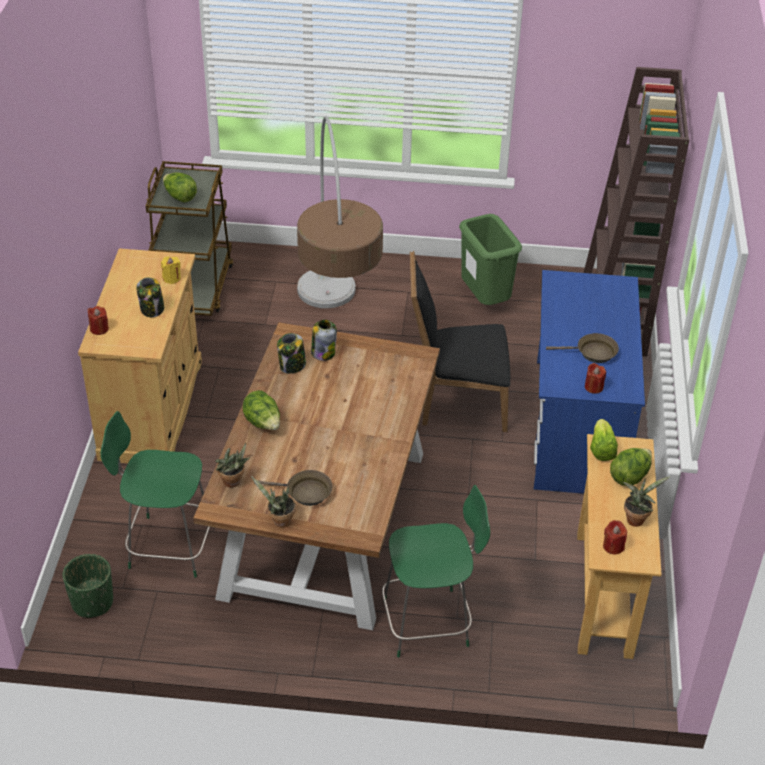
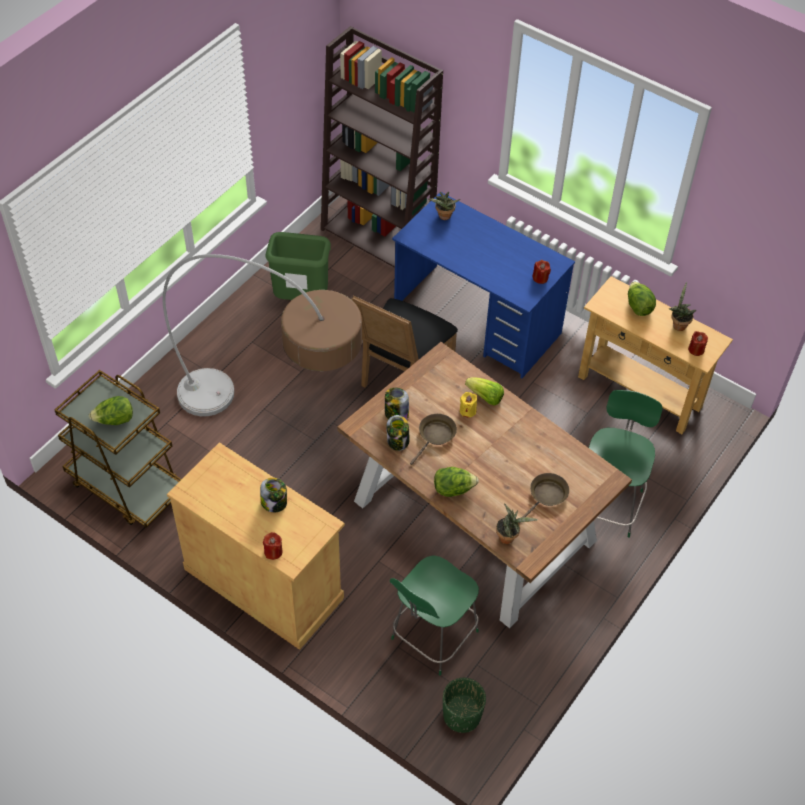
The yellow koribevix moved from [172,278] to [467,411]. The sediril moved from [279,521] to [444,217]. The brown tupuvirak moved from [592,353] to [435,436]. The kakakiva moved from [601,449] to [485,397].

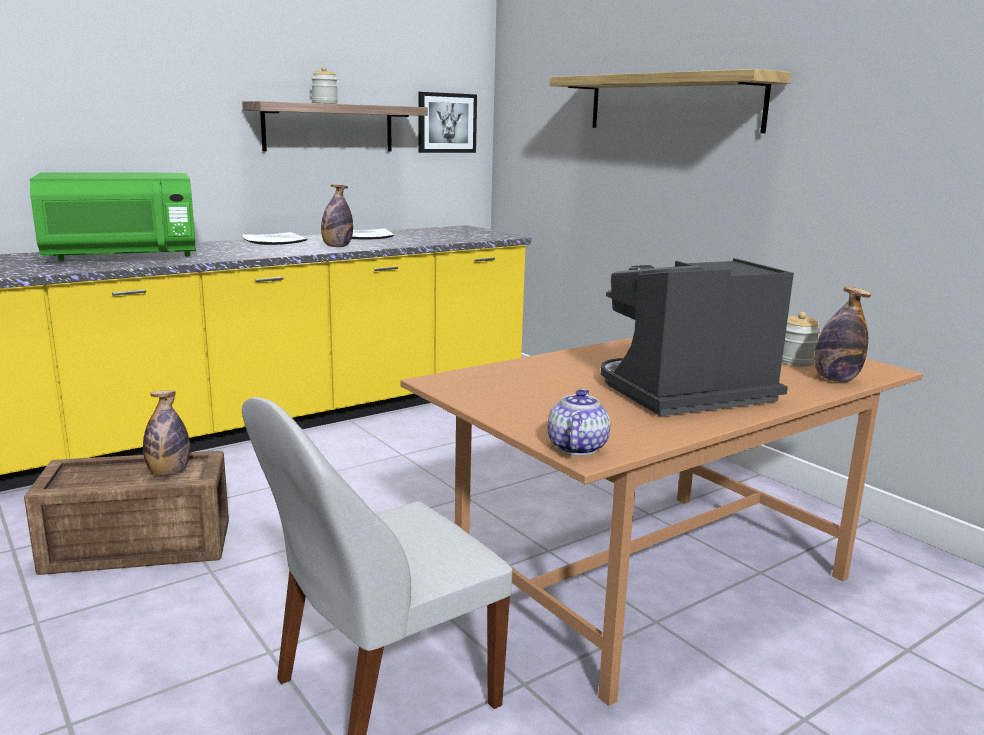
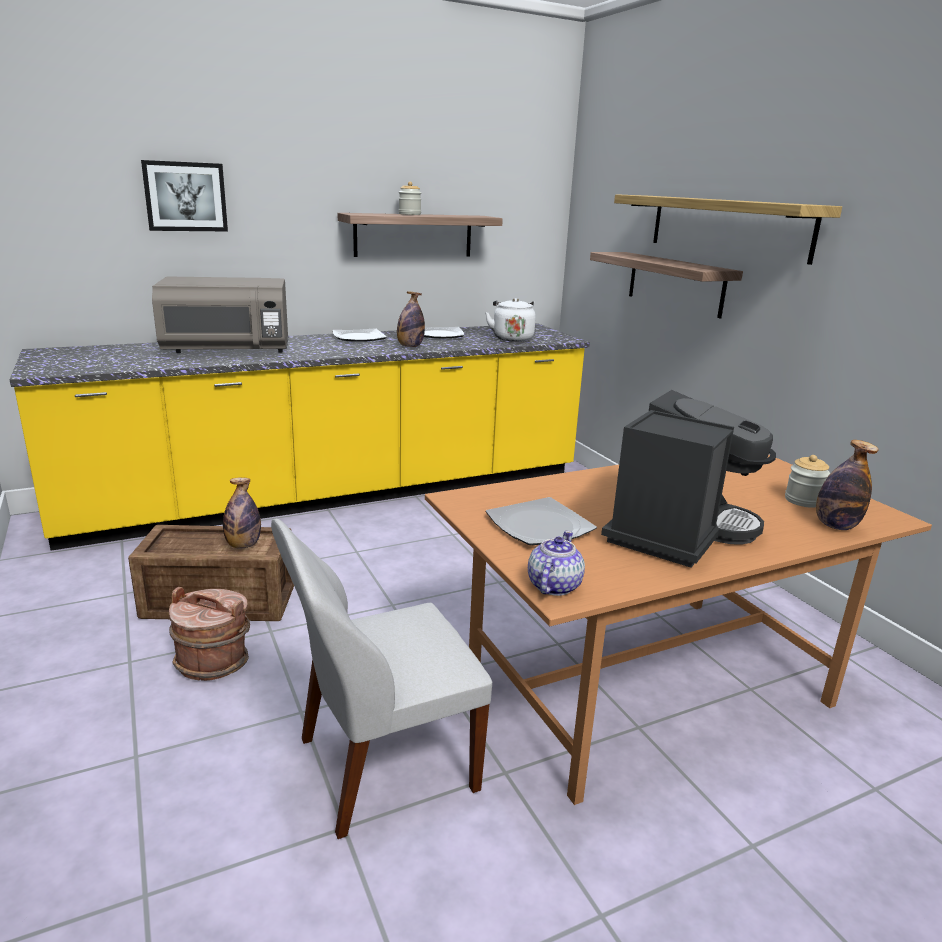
The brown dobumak at [213,661] appeared. The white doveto at [512,338] appeared. The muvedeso at [538,525] appeared. The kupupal at [675,283] appeared. The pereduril moved from [446,123] to [185,196]. The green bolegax at [122,256] became the grey bolegax at [228,350]. The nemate at [684,394] turned 135 degrees clockwise.

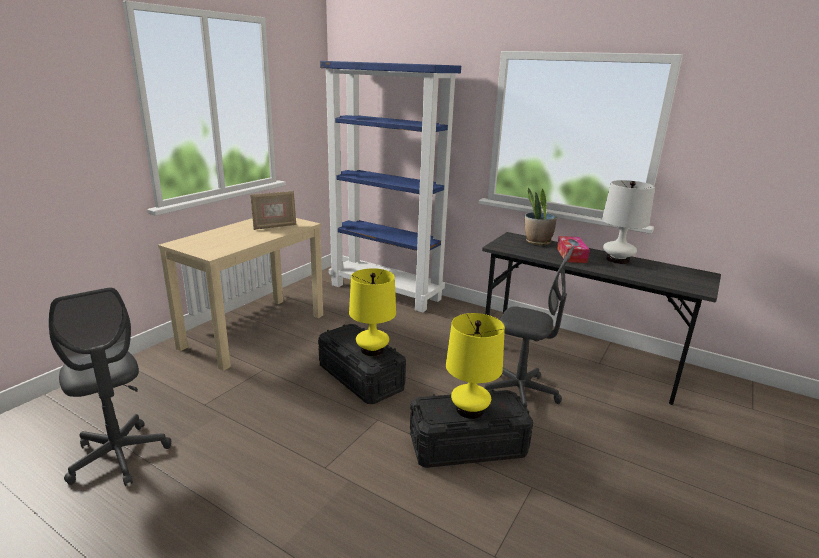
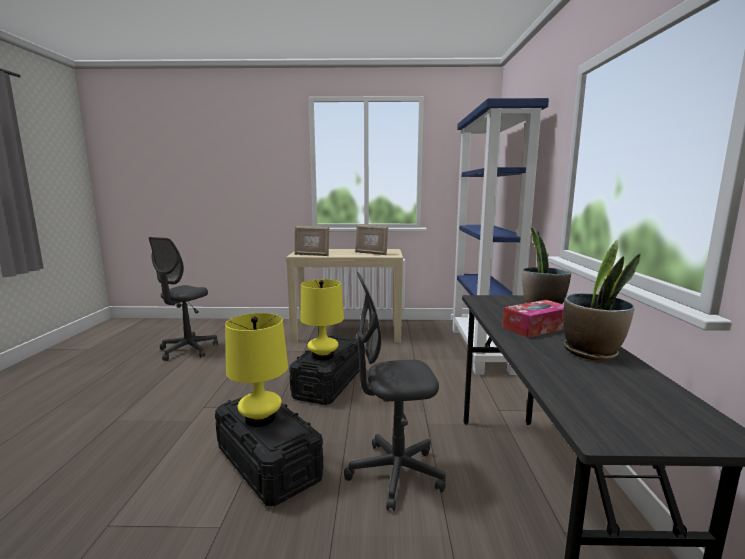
The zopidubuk at [312,255] appeared. The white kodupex at [617,260] was replaced by the sediril at [591,352]. The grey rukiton at [520,393] turned 90 degrees clockwise.

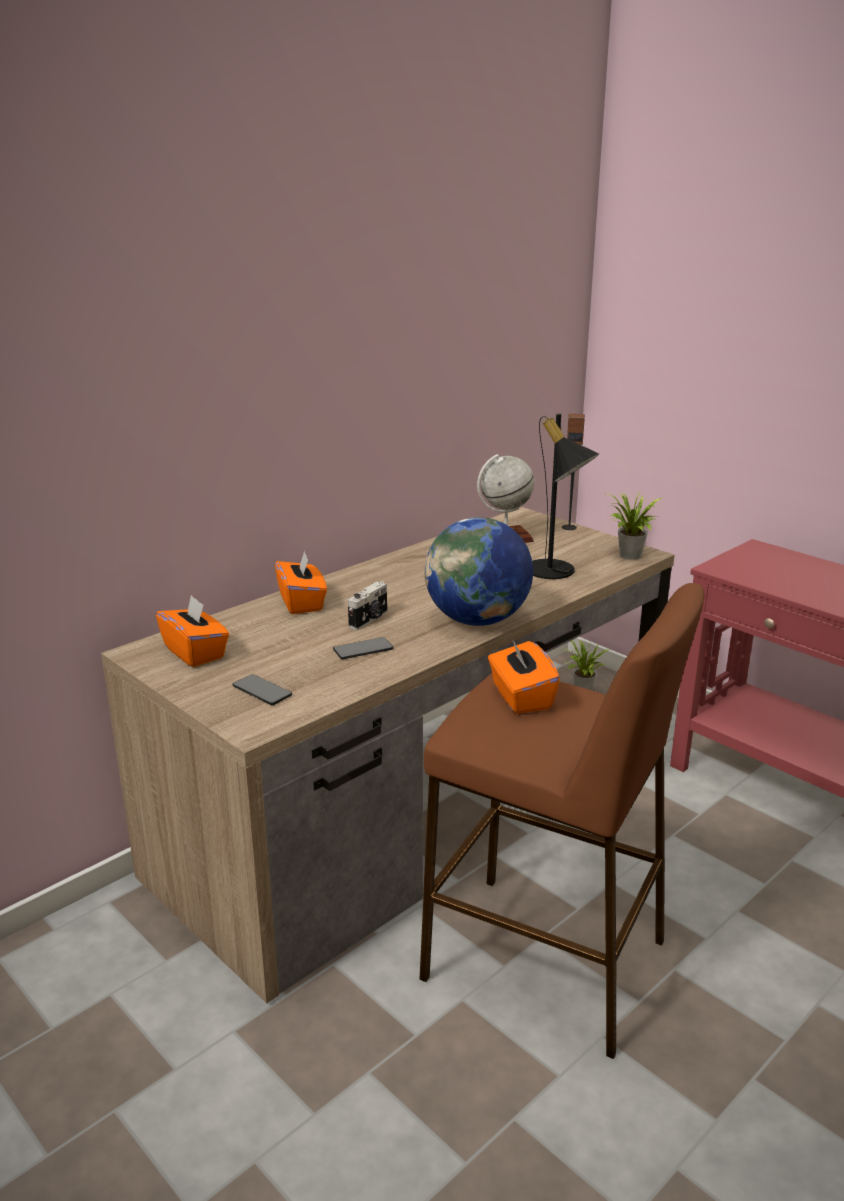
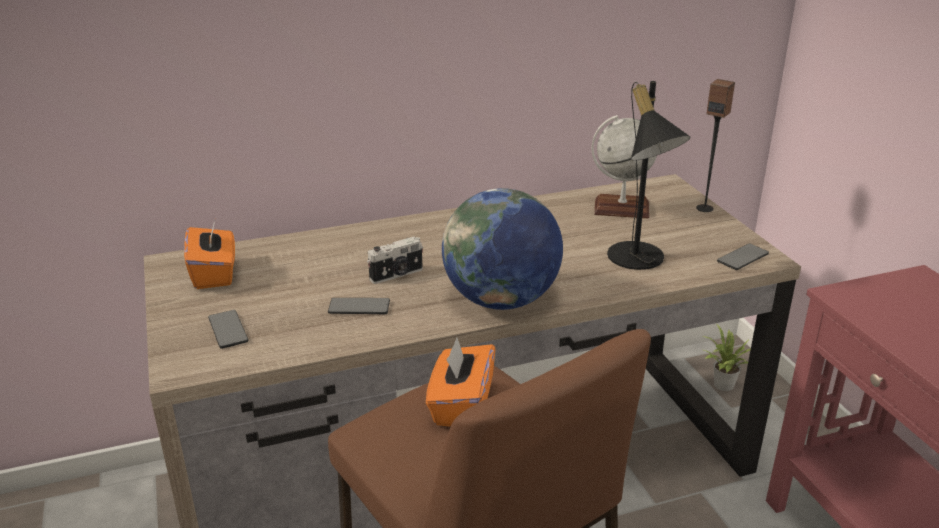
The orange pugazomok at [302,602] disappeared. The sediril at [629,556] was replaced by the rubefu at [742,258].

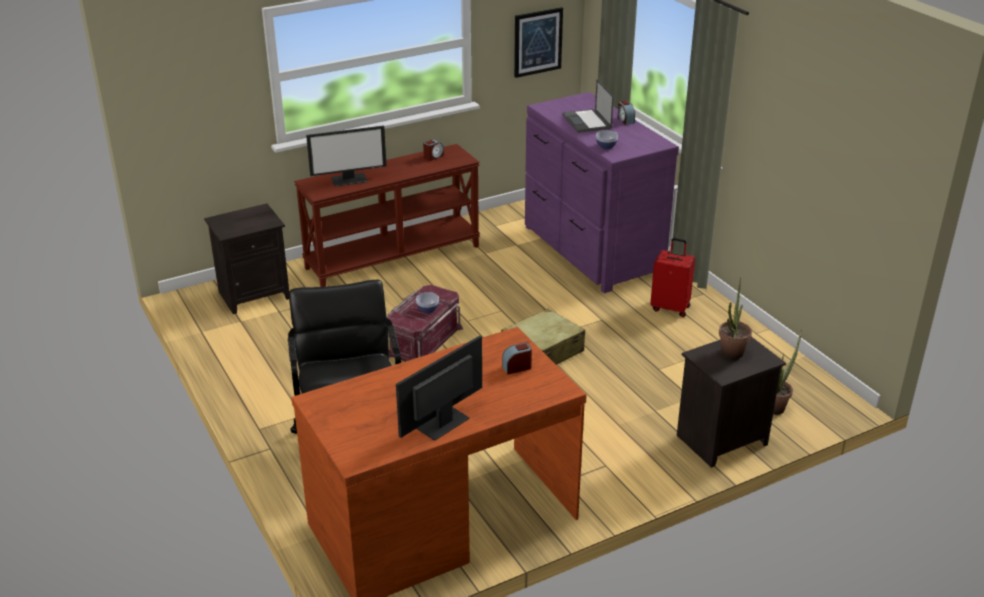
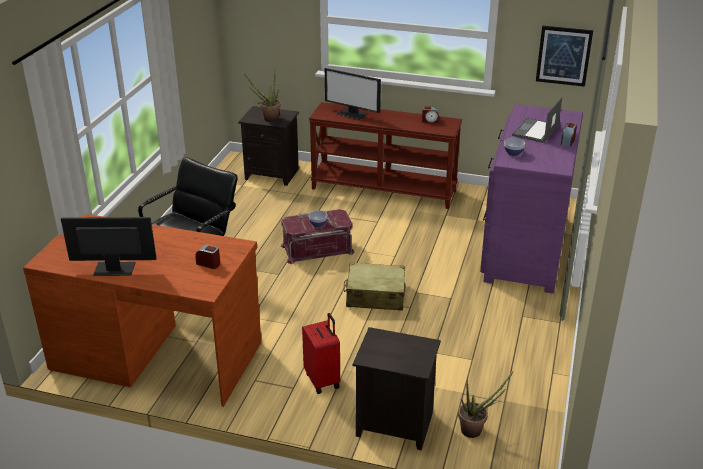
The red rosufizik moved from [670,307] to [323,380]. The sediril moved from [730,355] to [268,119].

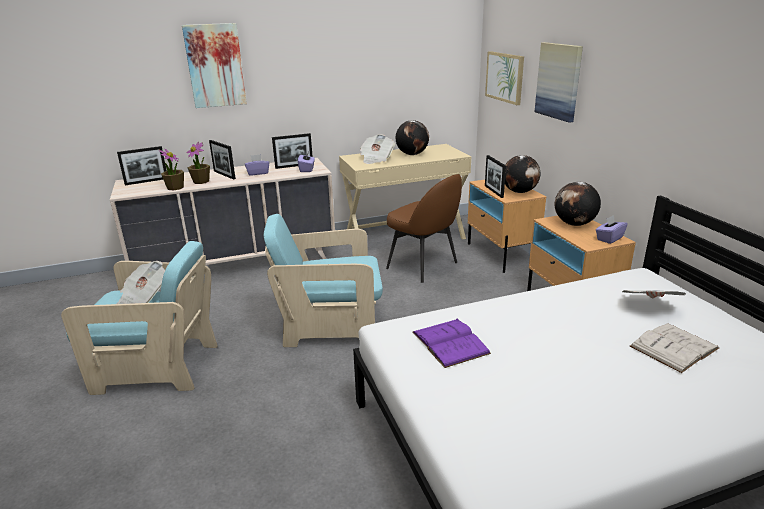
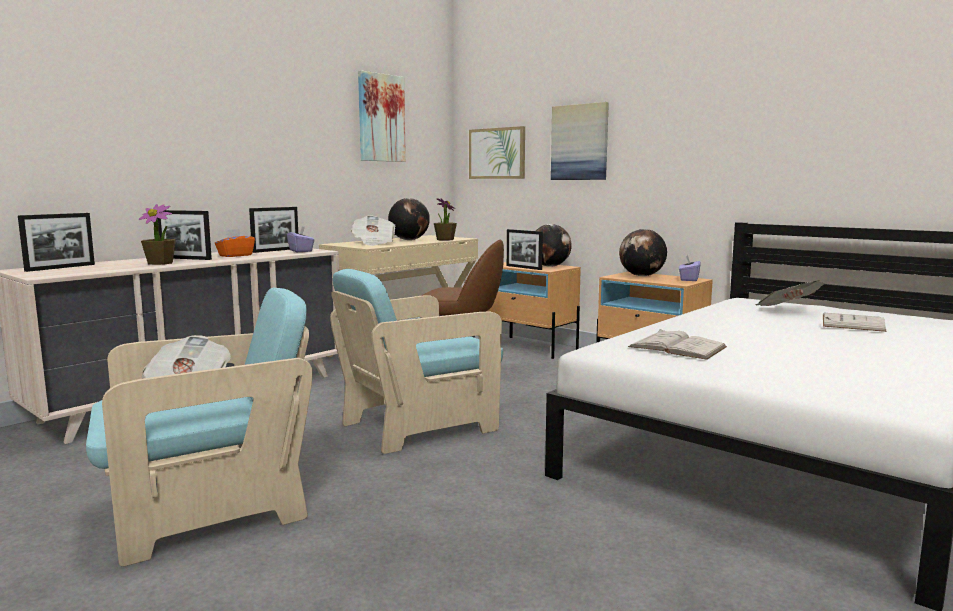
The sediril moved from [175,187] to [445,239]. The pereduril moved from [215,65] to [381,118]. The purple pugazomok at [258,173] became the orange pugazomok at [235,255]. The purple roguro at [450,342] became the white roguro at [677,347].

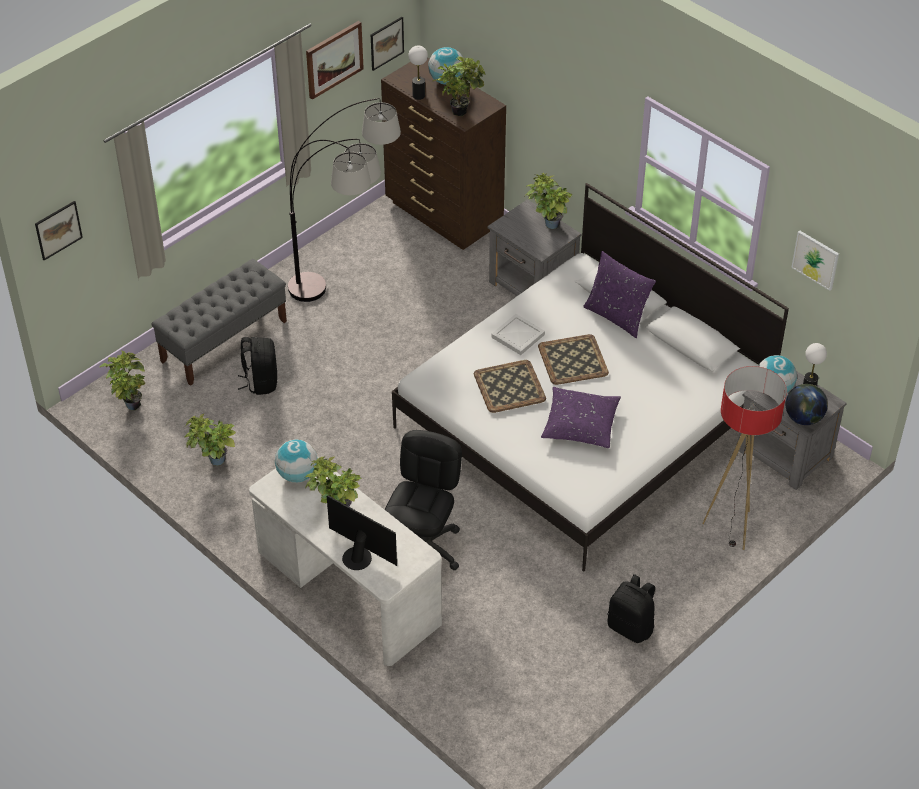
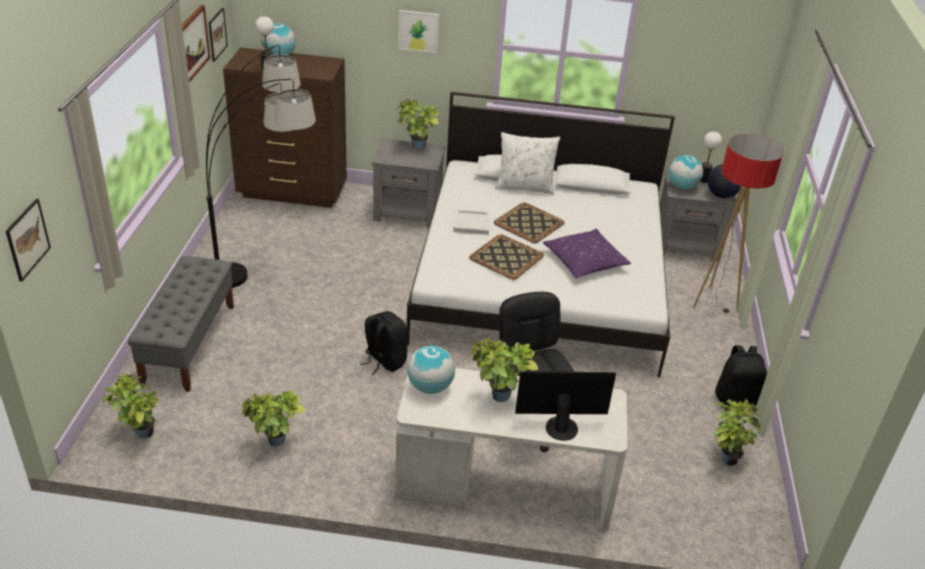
The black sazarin moved from [261,382] to [384,361]. The sediril moved from [460,110] to [726,457]. The pereduril moved from [815,259] to [418,31]. The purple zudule at [617,316] became the white zudule at [524,187].

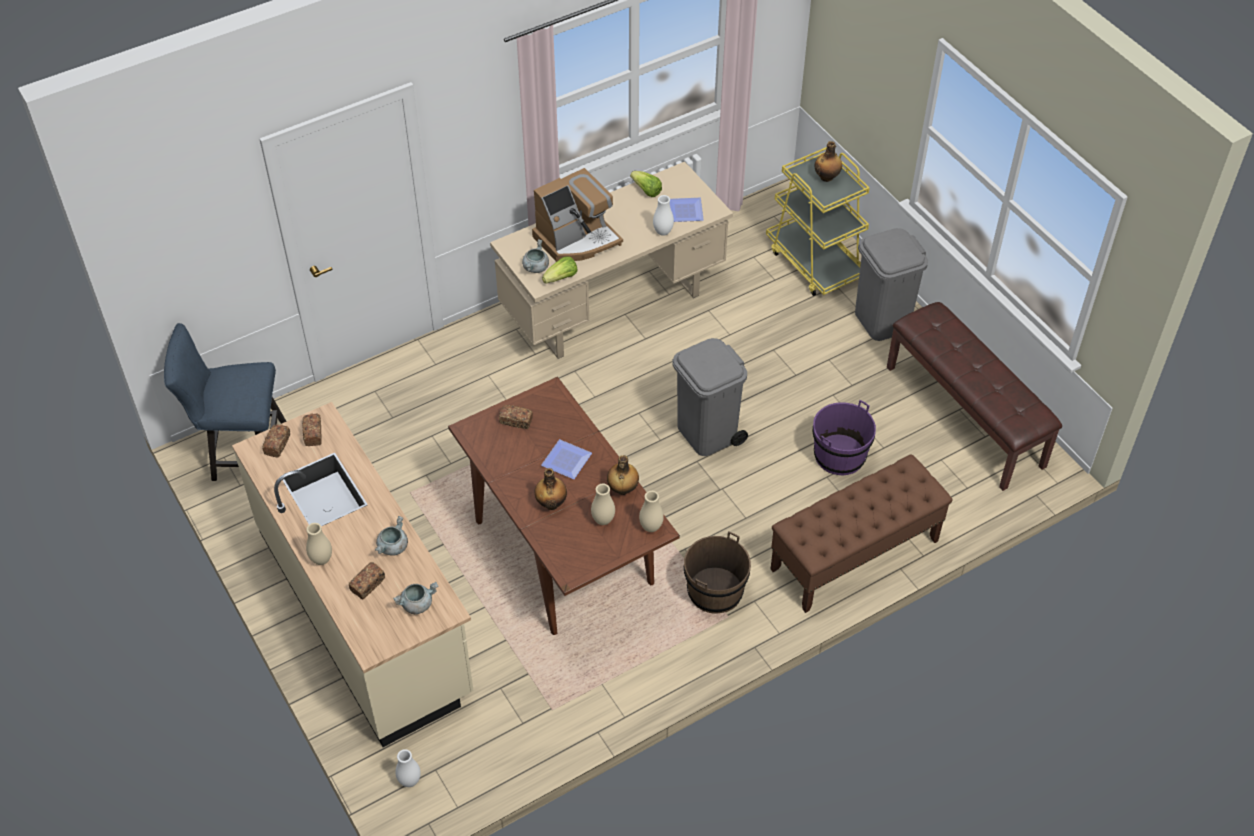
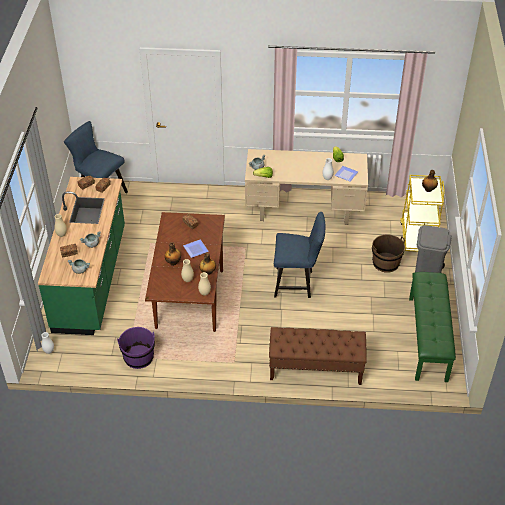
The nemate at [577,239] disappeared. The brown dobumak moved from [715,591] to [385,263]. The purple dobumak moved from [840,455] to [138,357]. The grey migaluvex at [707,433] was replaced by the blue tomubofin at [297,283]. The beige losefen at [365,611] became the green losefen at [91,279]. The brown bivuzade at [965,416] became the green bivuzade at [428,338].

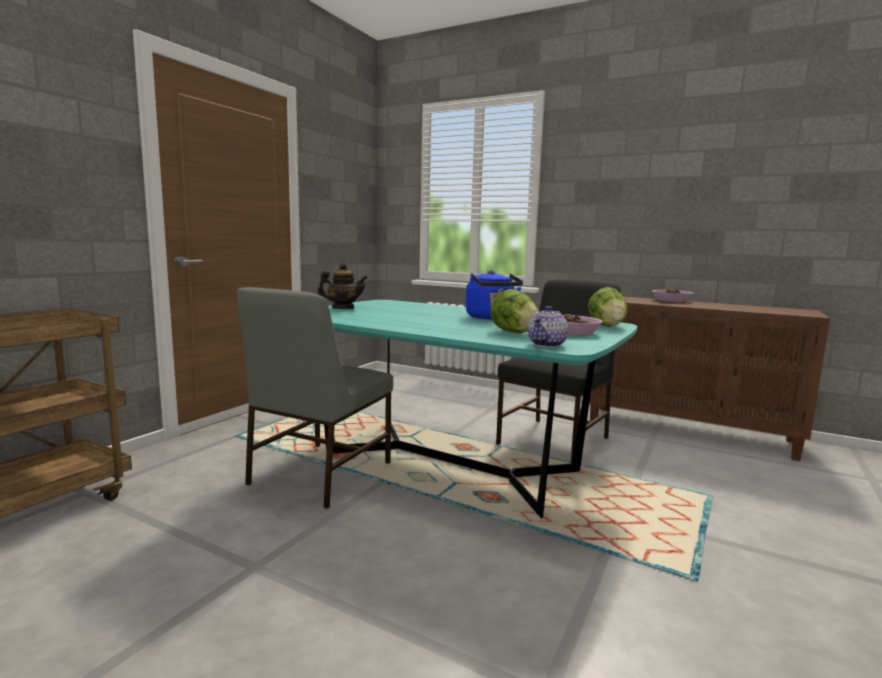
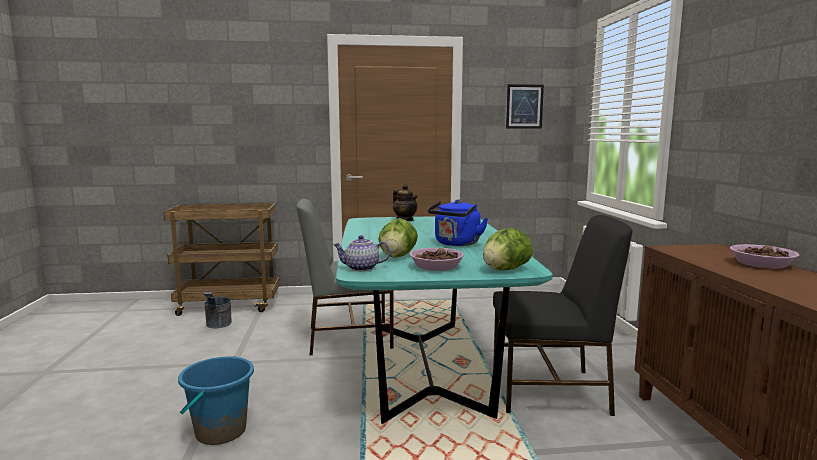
The blue dobumak at [220,431] appeared. The grey dobumak at [217,326] appeared. The pereduril at [524,106] appeared.

